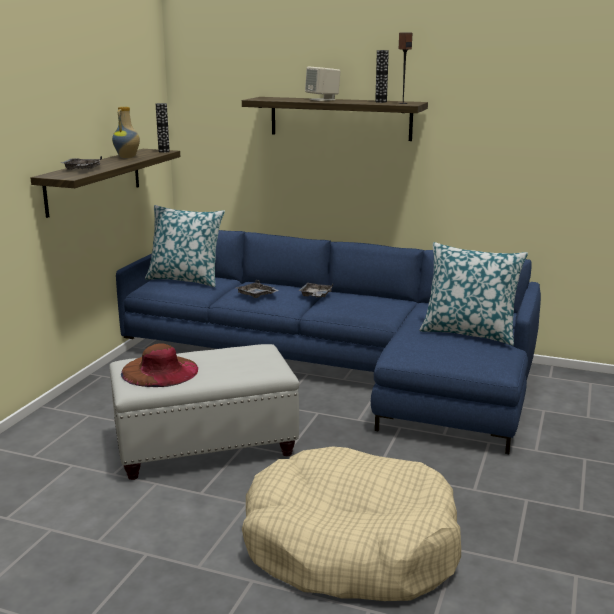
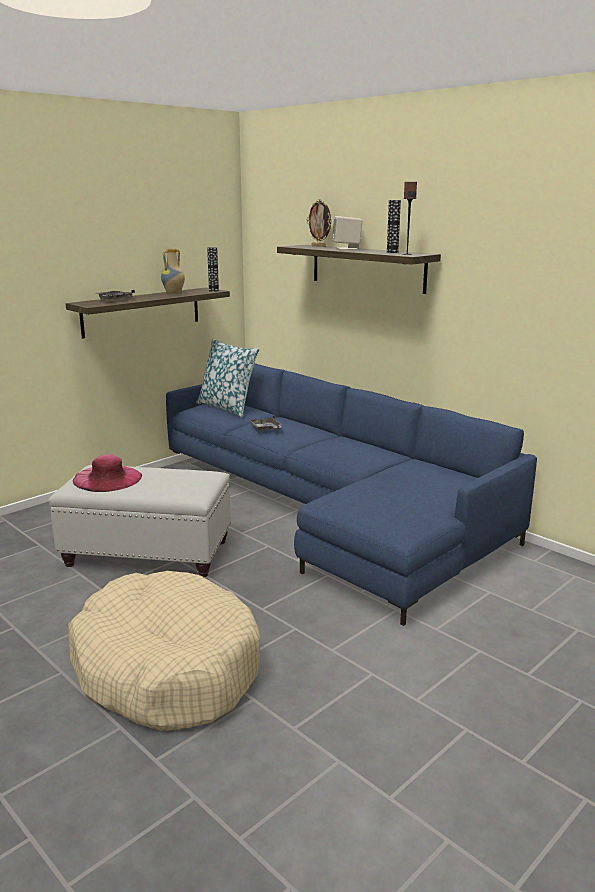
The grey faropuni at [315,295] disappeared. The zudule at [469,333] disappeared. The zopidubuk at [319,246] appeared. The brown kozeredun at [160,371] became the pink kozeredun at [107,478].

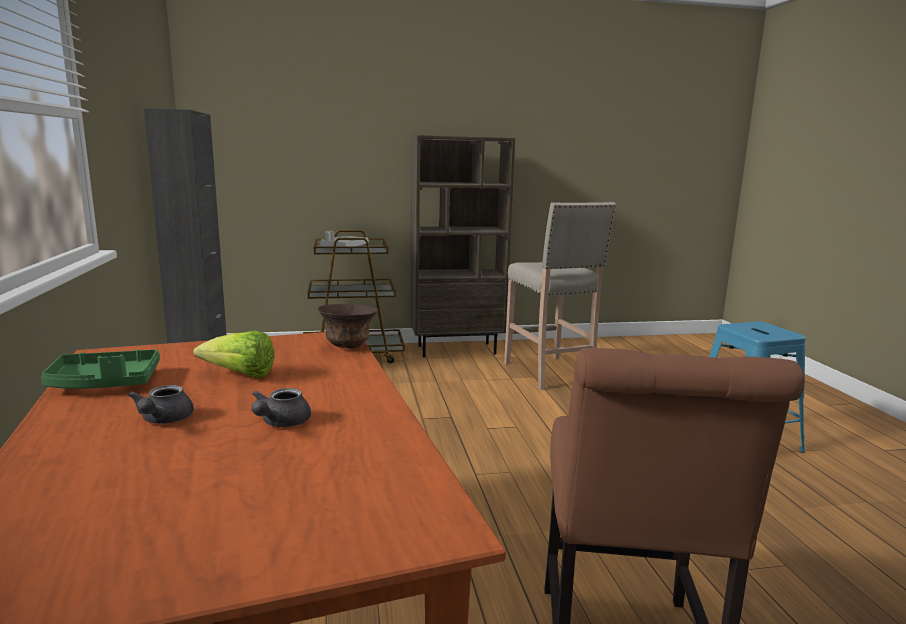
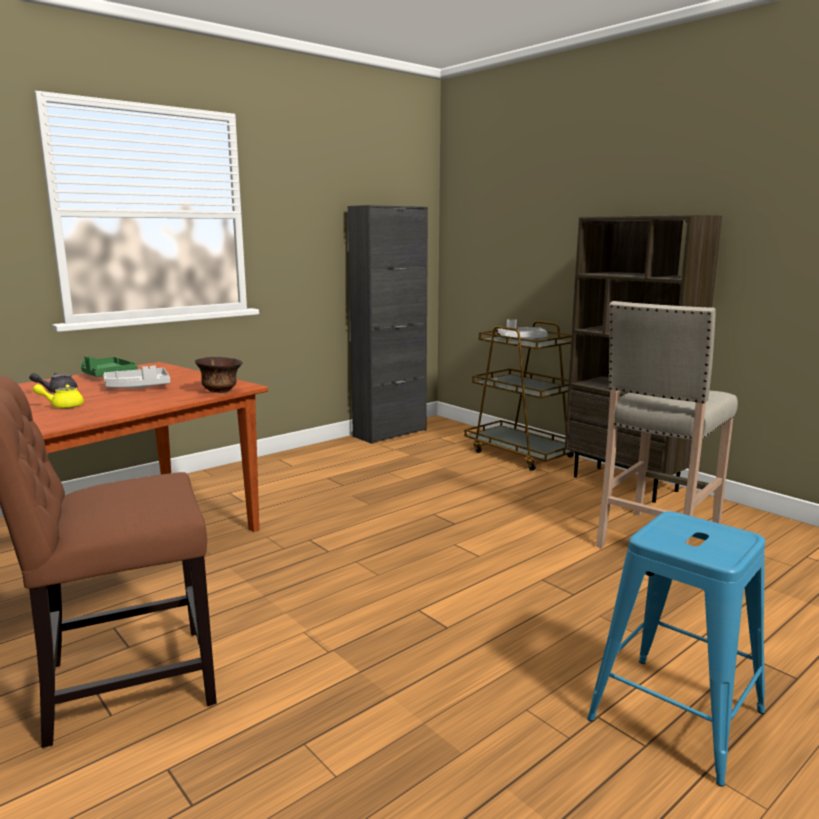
The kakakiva at [241,375] was replaced by the grey faropuni at [138,387]. The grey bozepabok at [280,423] became the yellow bozepabok at [63,406].

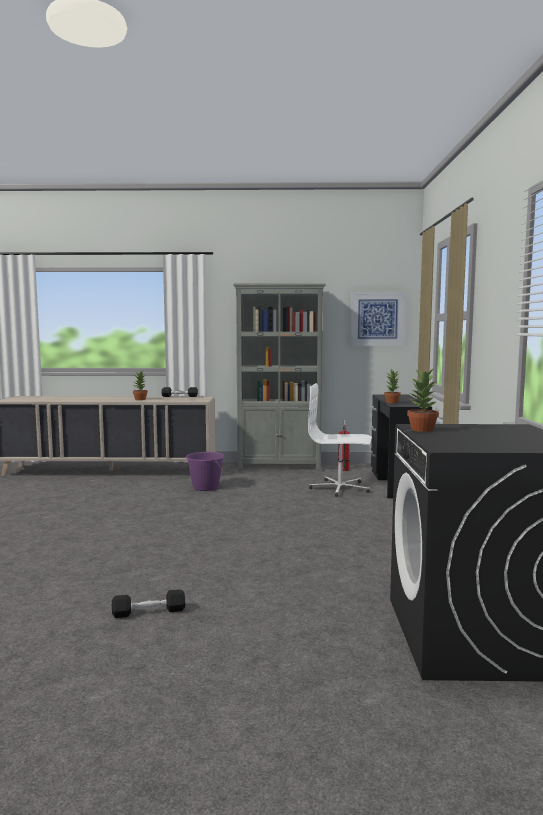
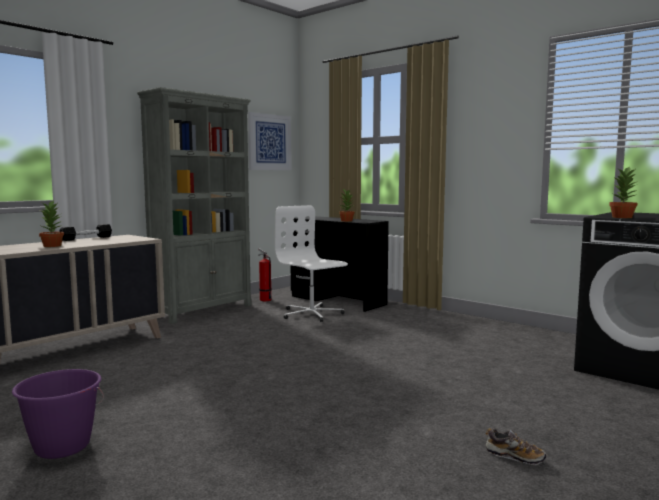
The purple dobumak moved from [205,487] to [62,447]. The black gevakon at [149,612] was replaced by the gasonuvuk at [514,456]. The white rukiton at [340,488] turned 90 degrees clockwise.

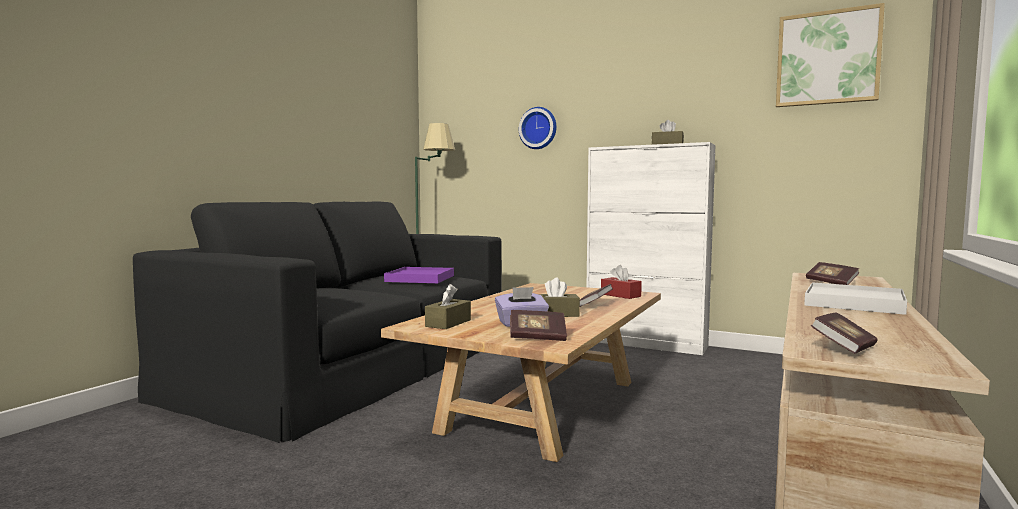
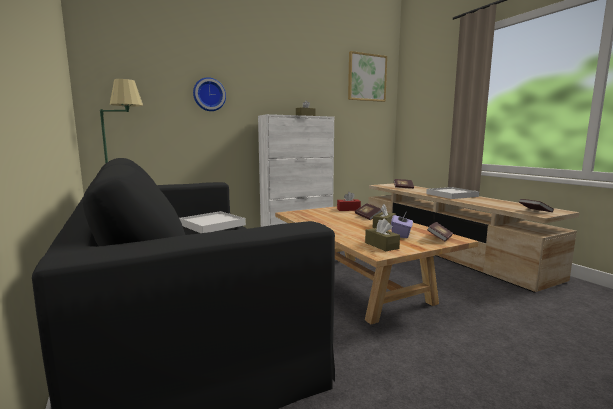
The purple faropuni at [420,278] became the white faropuni at [212,225].

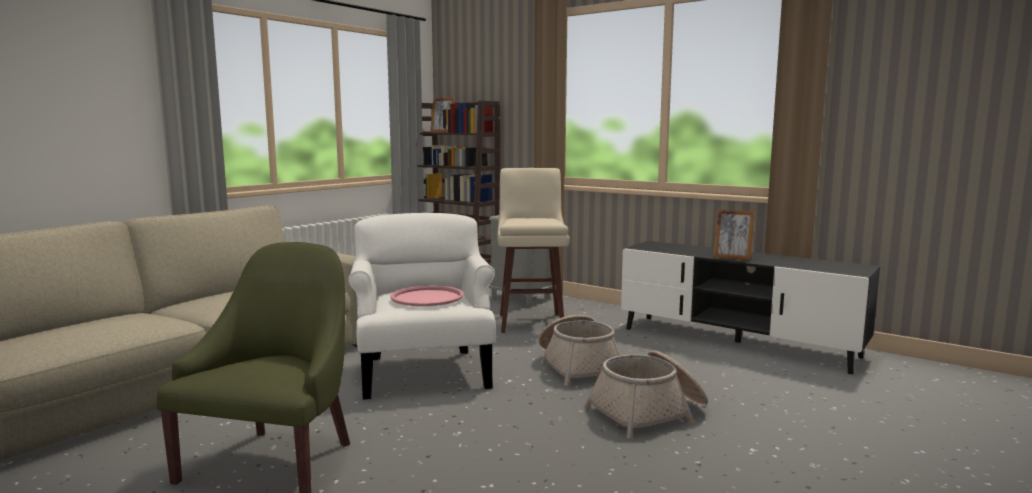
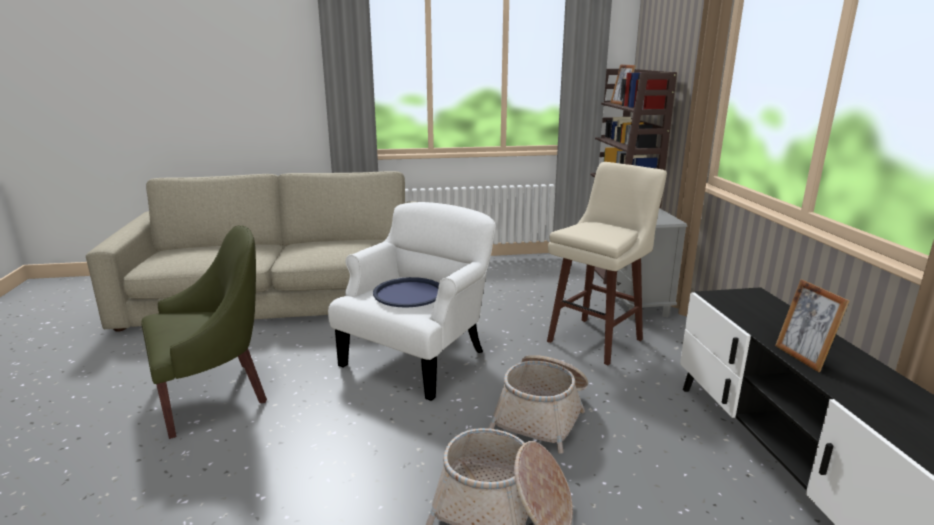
The pink faropuni at [427,297] became the blue faropuni at [408,293].

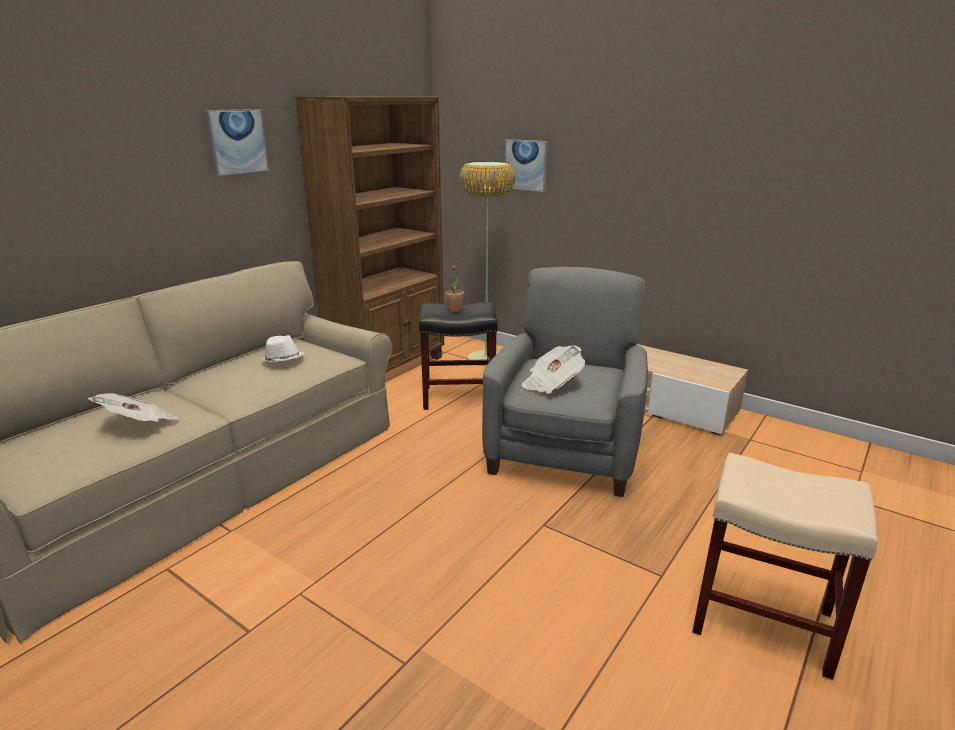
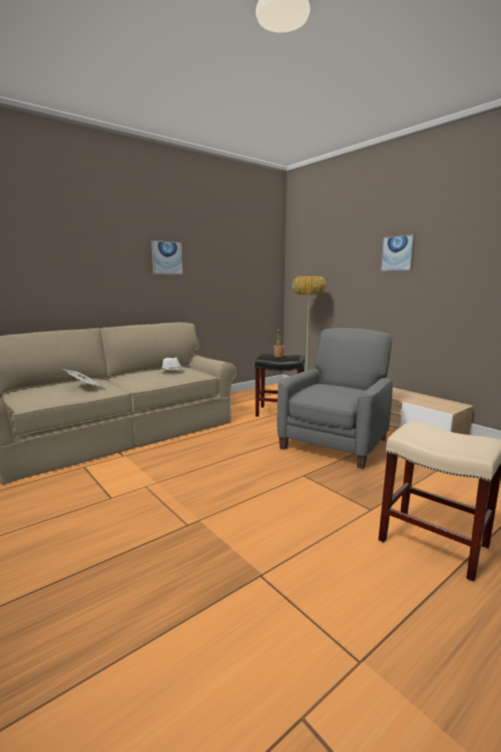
The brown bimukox at [388,368] disappeared. The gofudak at [551,384] disappeared. The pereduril moved from [526,165] to [397,253].

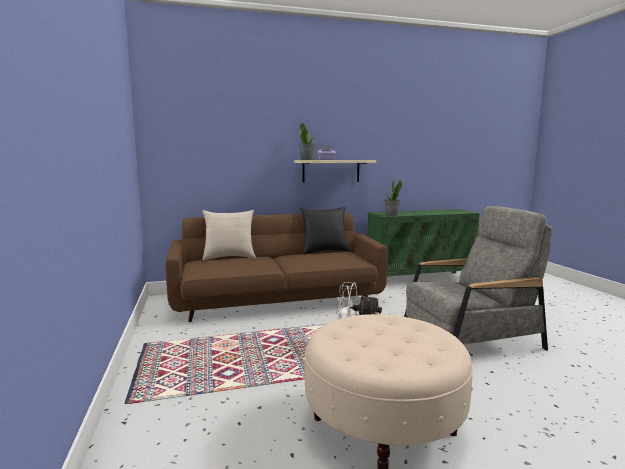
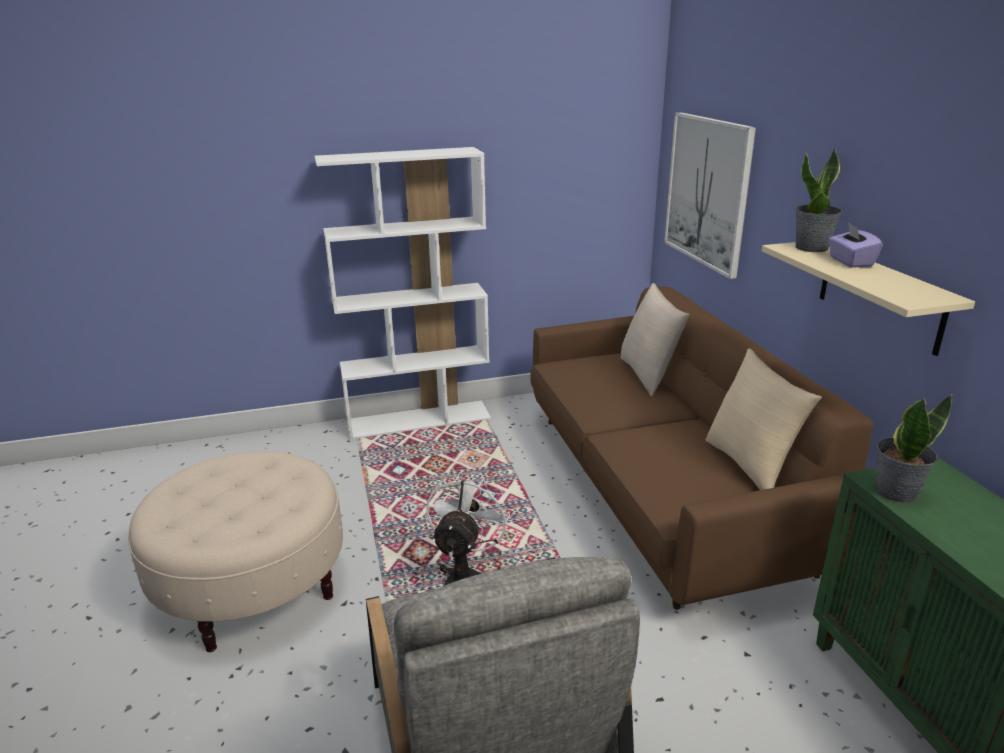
The white bimukox at [419,420] appeared. The pereduril at [707,191] appeared. The black zudule at [324,251] became the beige zudule at [750,465].

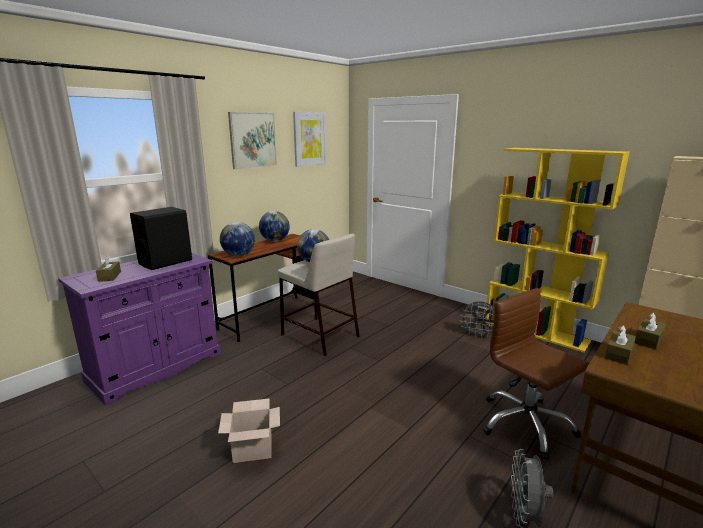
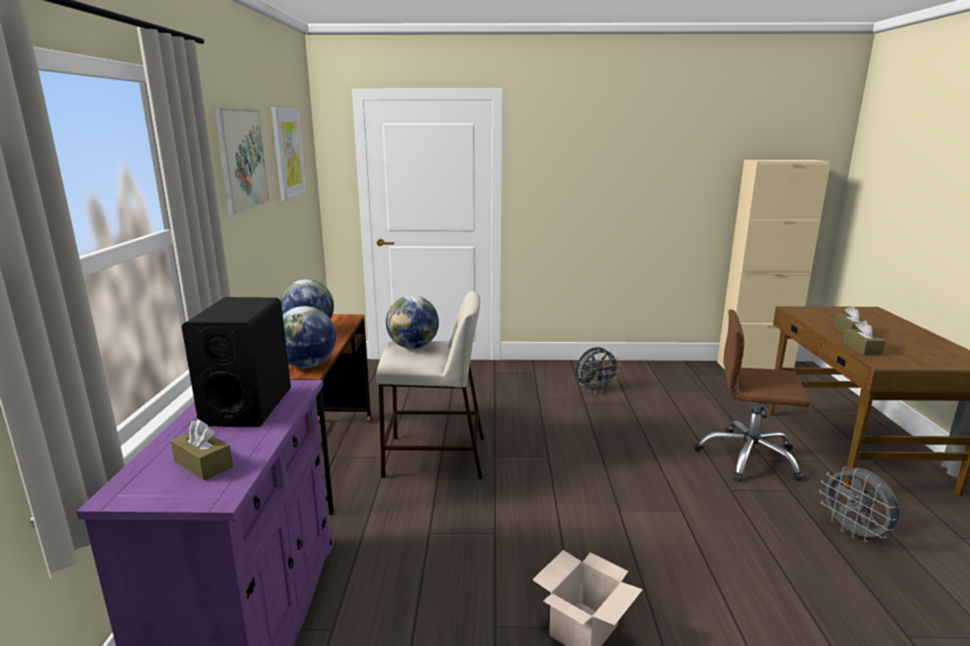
The yellow bimukox at [536,331] disappeared.

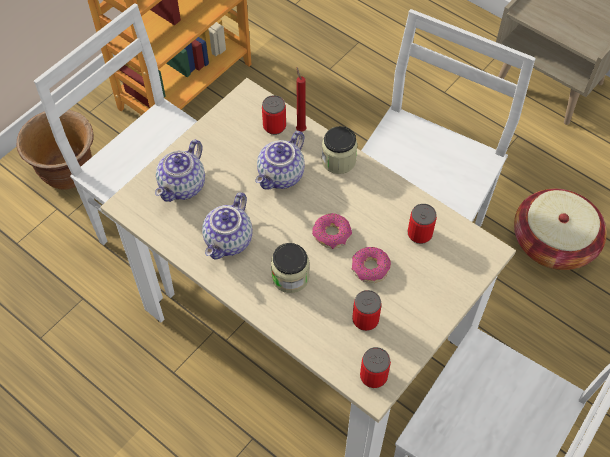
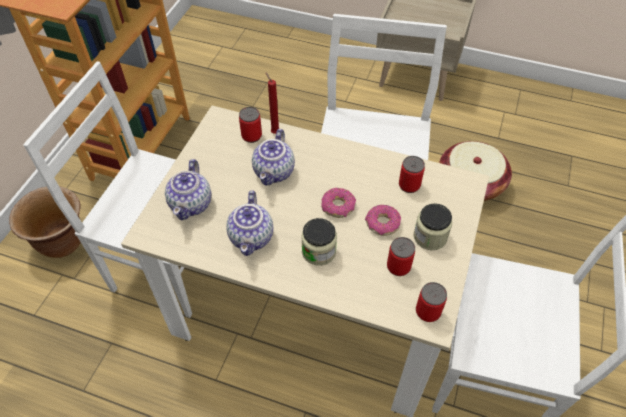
The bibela moved from [338,160] to [430,236].

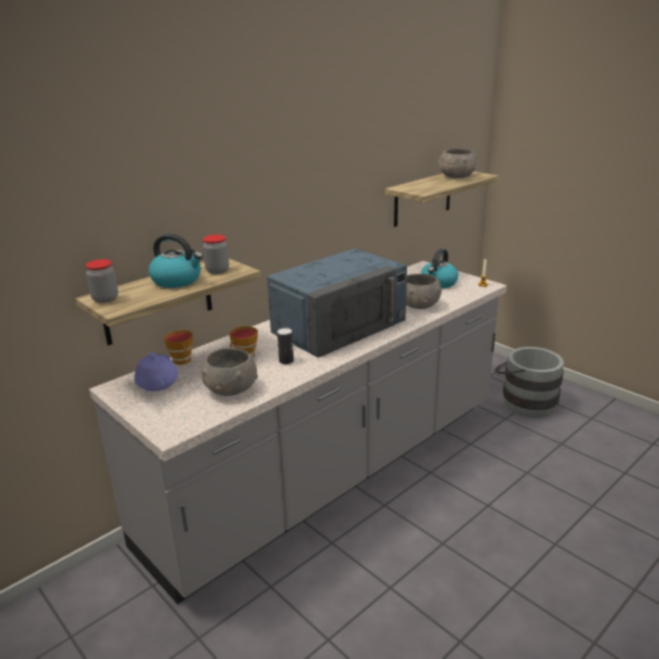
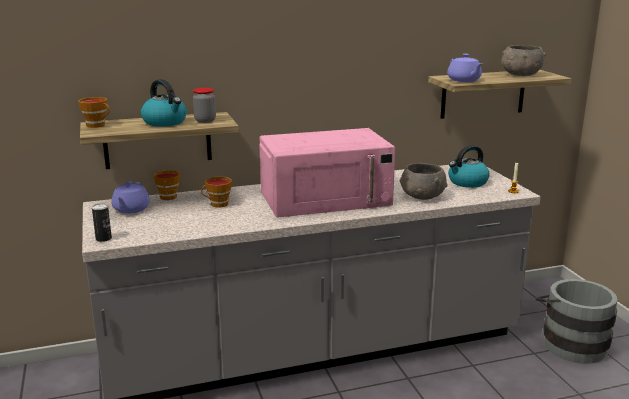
The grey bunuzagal at [230,389] disappeared. The purple bozepabok at [464,80] appeared. The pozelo moved from [286,361] to [103,239]. The bibela at [105,299] was replaced by the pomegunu at [98,125]. The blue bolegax at [339,325] became the pink bolegax at [326,198].

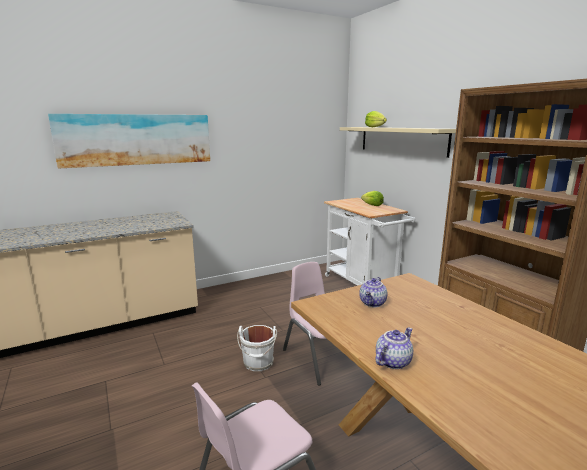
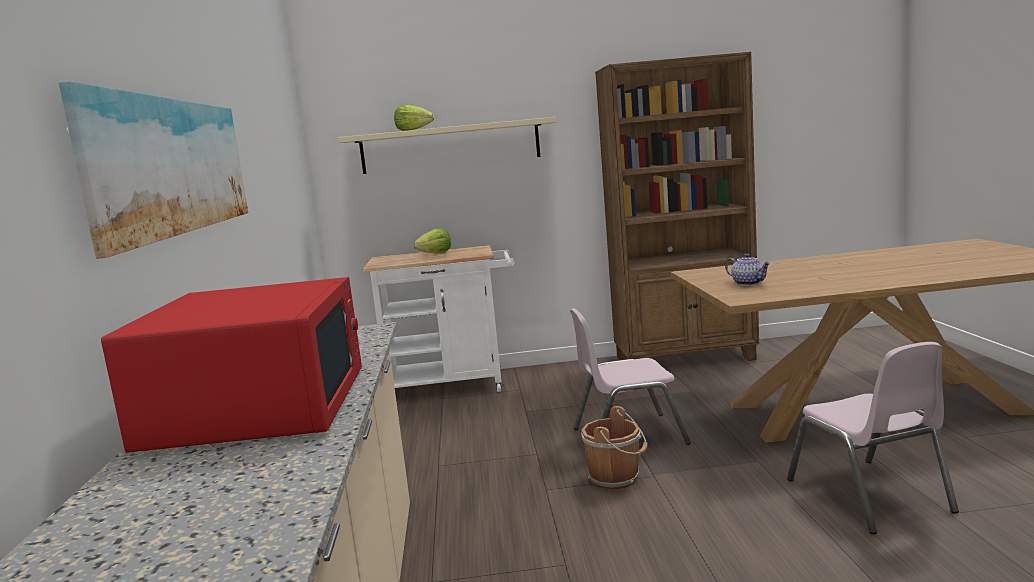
The bozepabok at [392,361] disappeared. The red bolegax at [261,407] appeared. The white dobumak at [258,363] became the brown dobumak at [616,478].

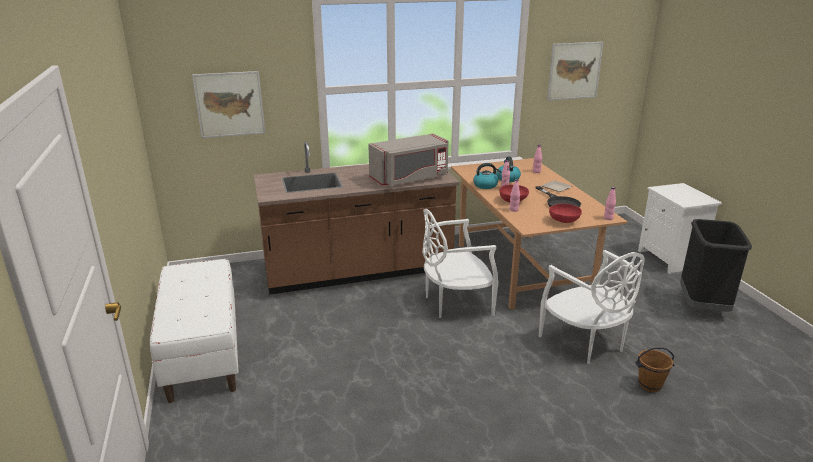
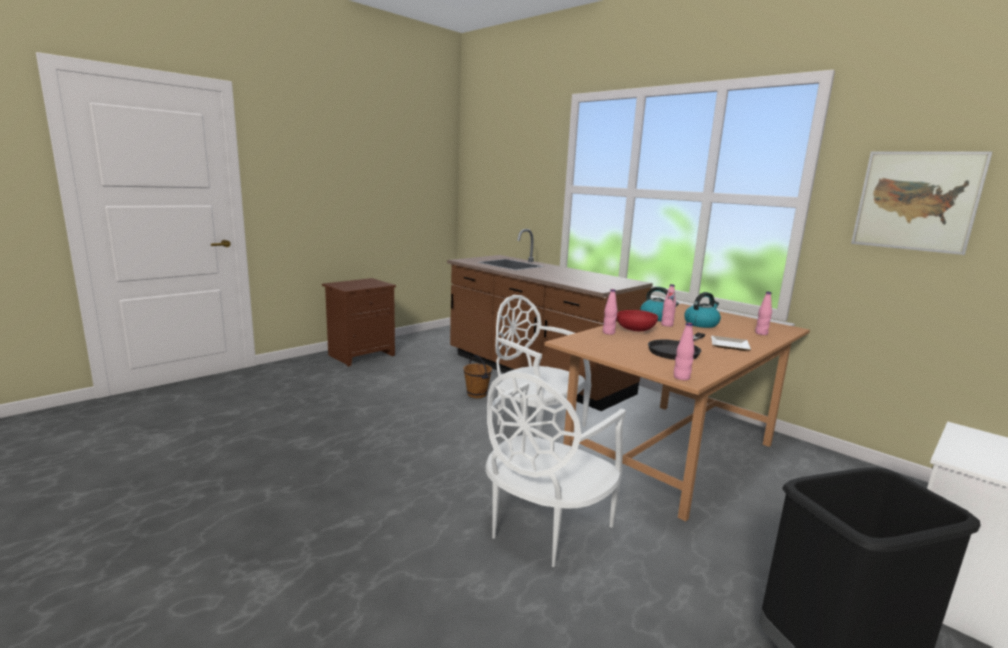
The pereduril at [230,104] disappeared. The grey bolegax at [410,178] disappeared. The red bunuzagal at [564,221] disappeared. The brown dobumak moved from [649,385] to [477,394]. The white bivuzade at [203,353] was replaced by the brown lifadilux at [361,355].

